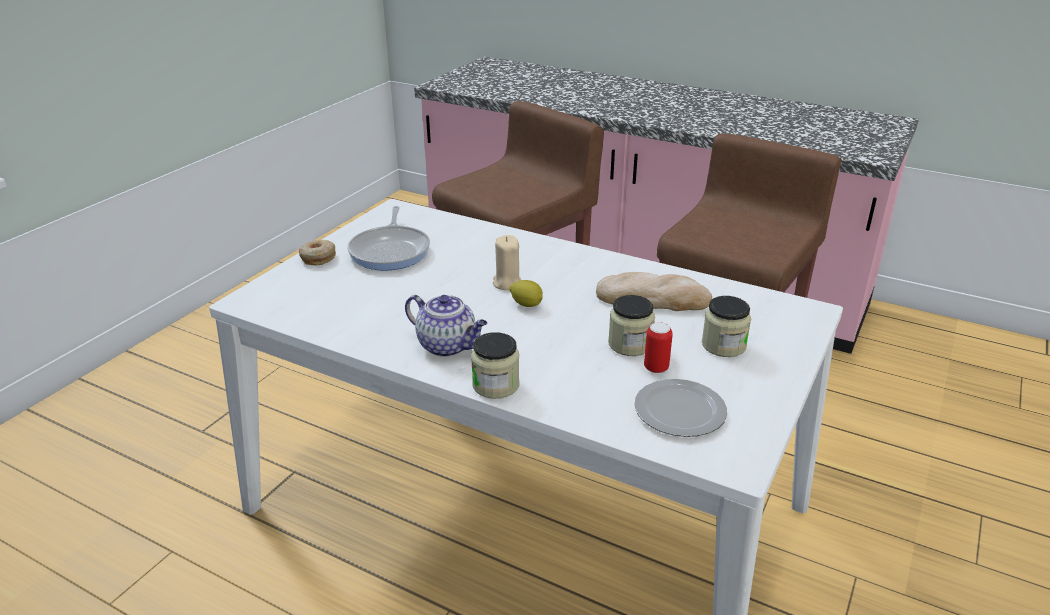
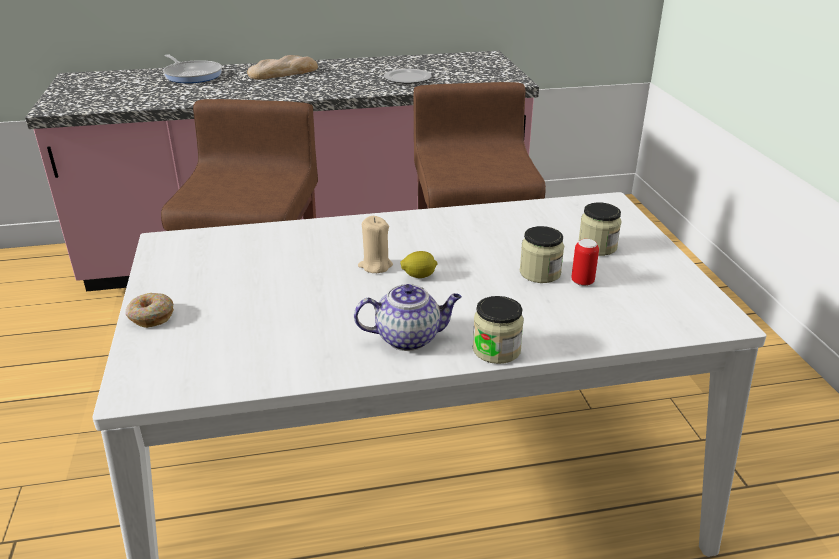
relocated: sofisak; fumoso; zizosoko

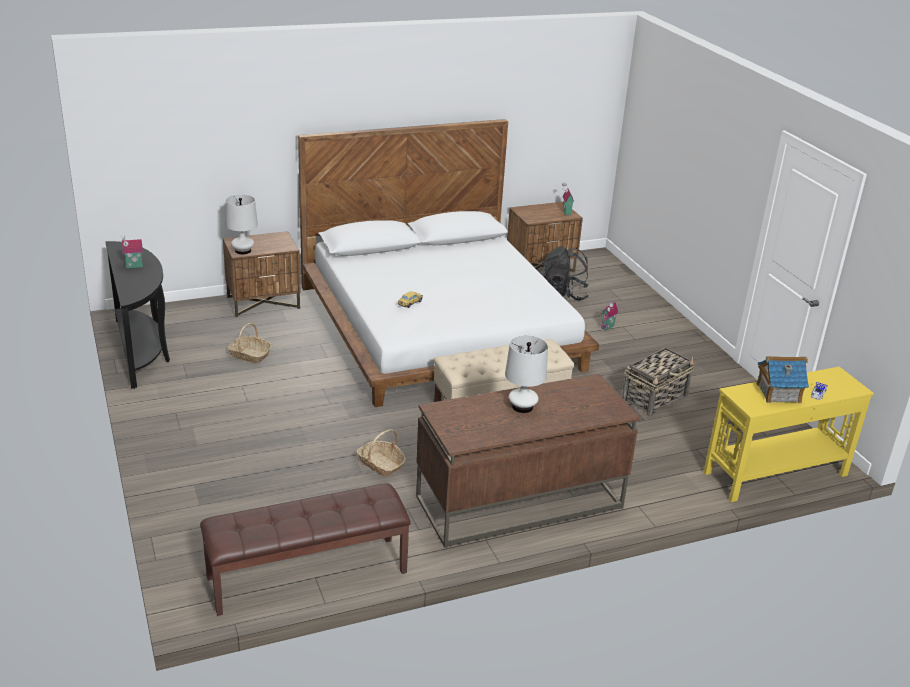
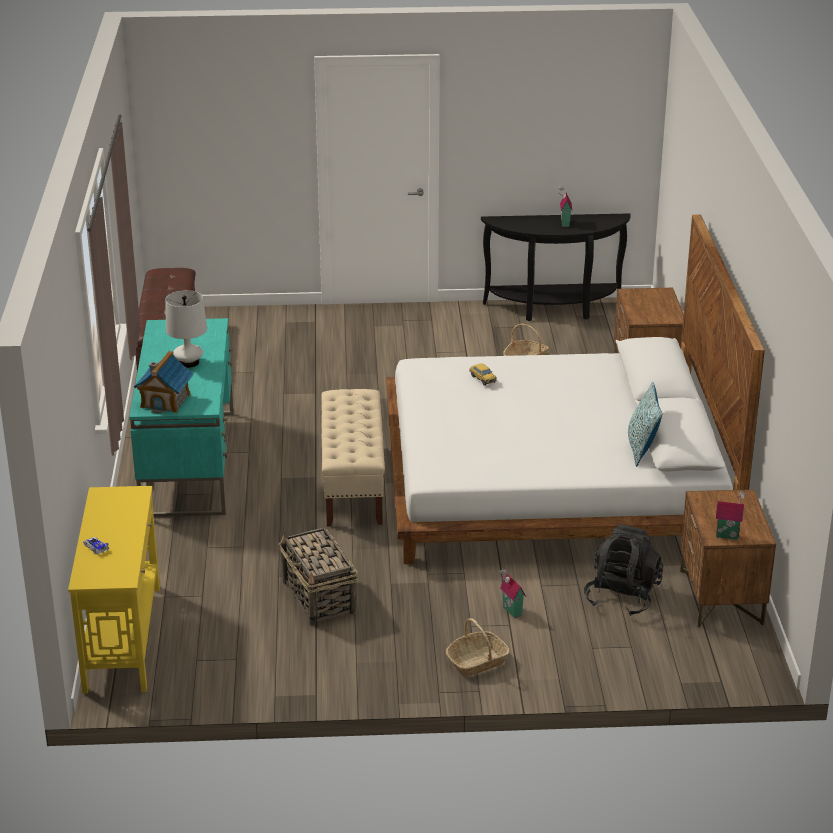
missing: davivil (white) (no. 1 from left)
appeared: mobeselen
relocated: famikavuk (no. 2 from left); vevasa (no. 4 from left in the first image) to vevasa (no. 1 from left)
colour: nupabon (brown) to nupabon (turquoise)

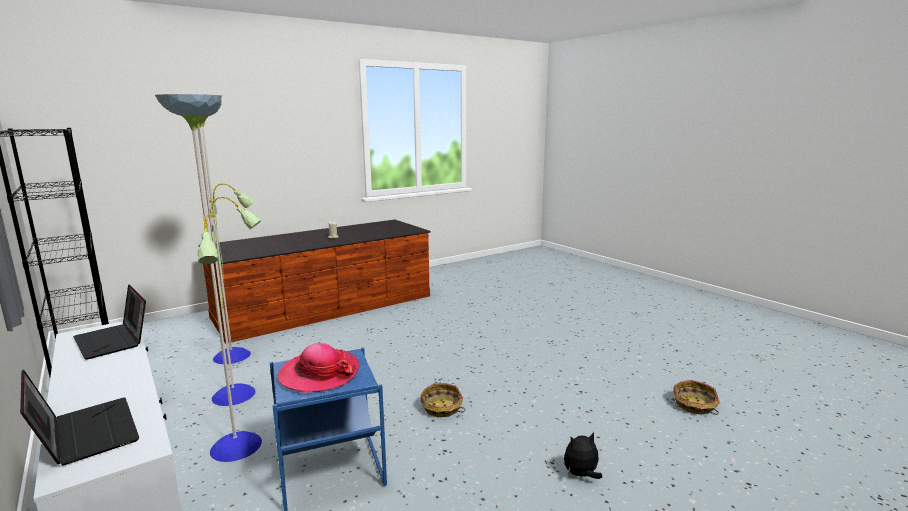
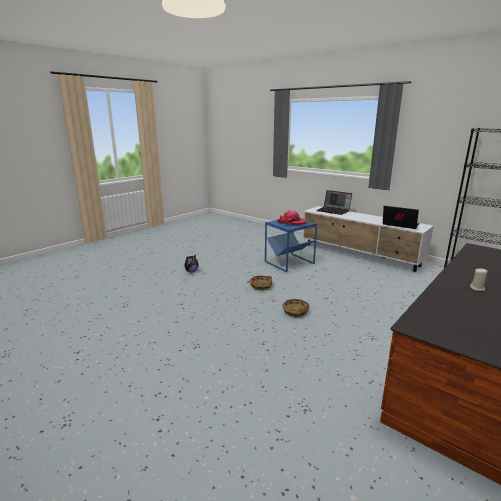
missing: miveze
relocated: famikavuk (no. 2 from left)

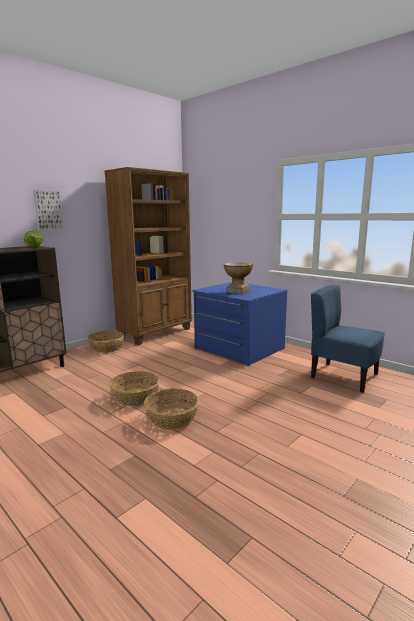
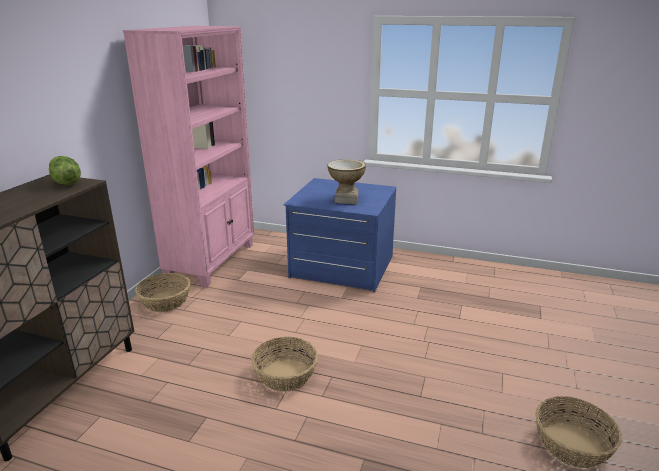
missing: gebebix; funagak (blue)
relocated: famikavuk (no. 3 from left)
colour: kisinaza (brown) to kisinaza (pink)

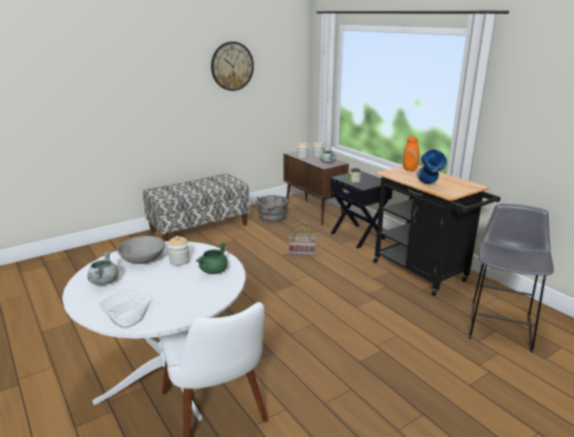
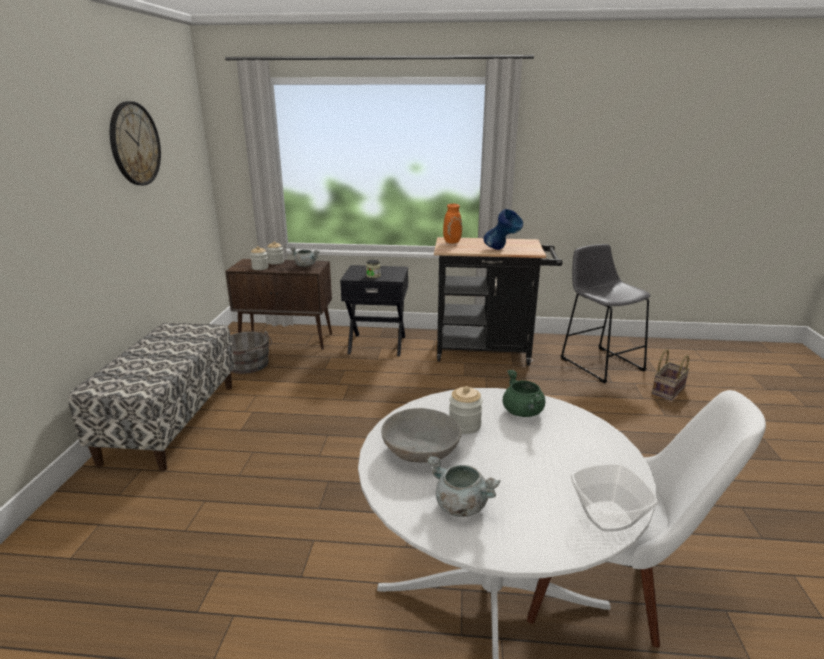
relocated: famikavuk

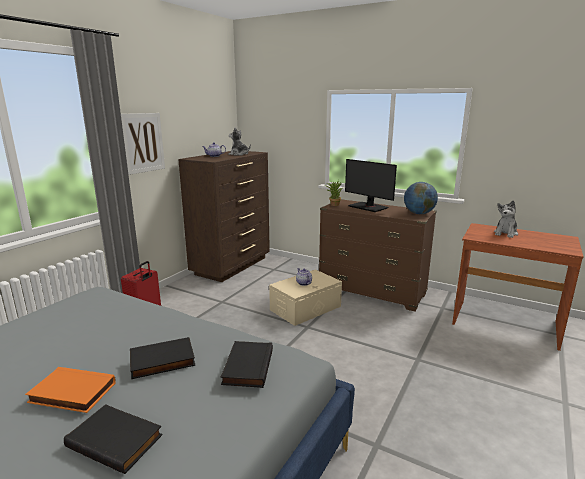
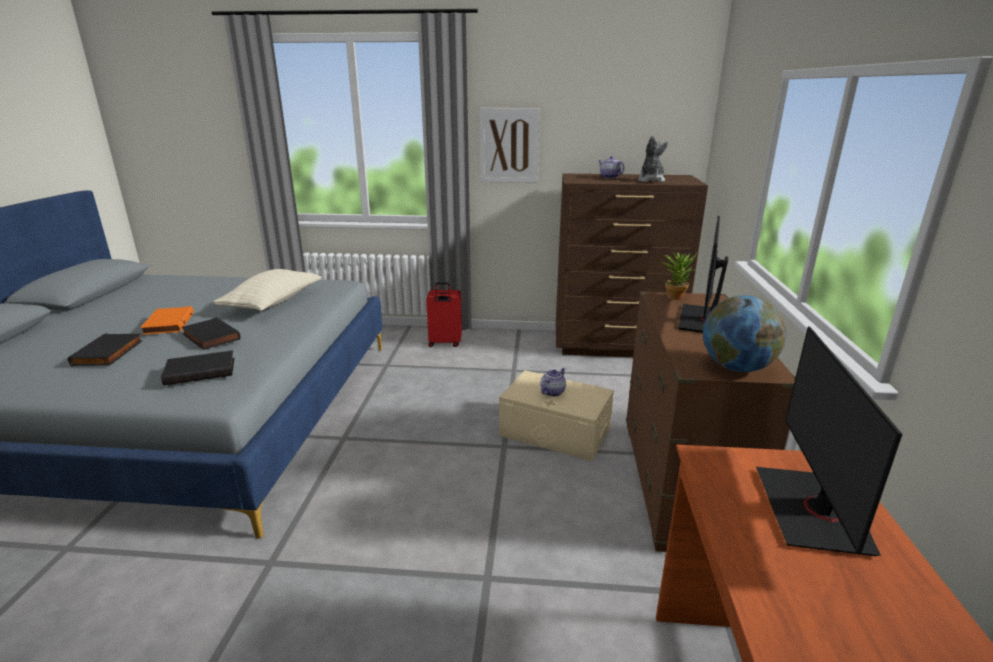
appeared: mobeselen (beige)
exchanged: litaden (no. 2 from left) to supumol (no. 2 from left)

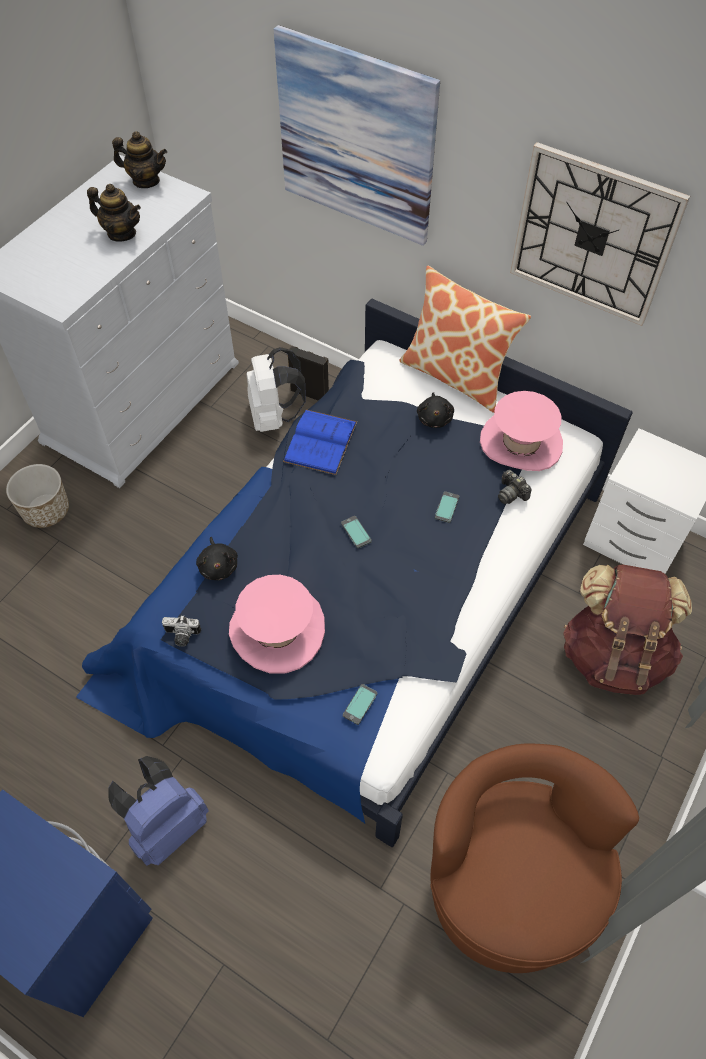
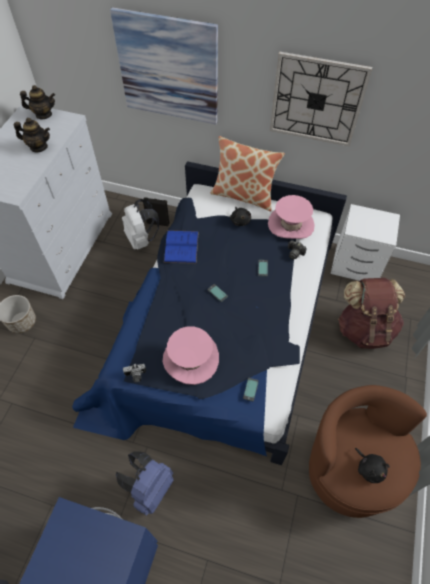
relocated: litaden (black) (no. 1 from left in the first image) to litaden (black) (no. 2 from left)

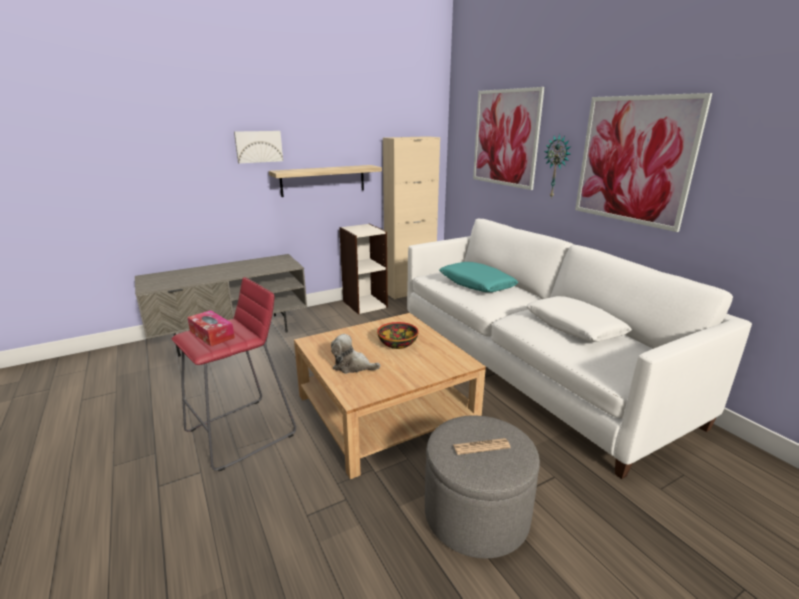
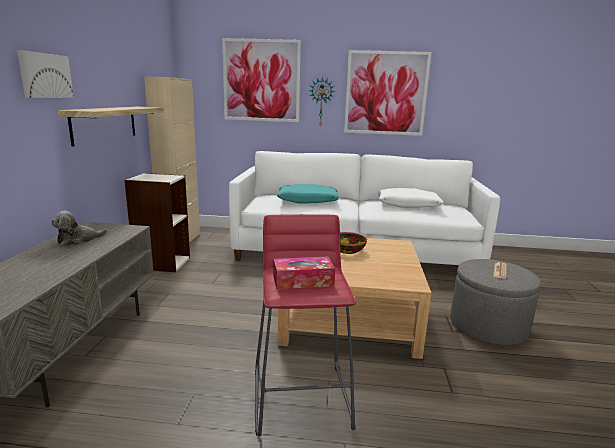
relocated: litaden

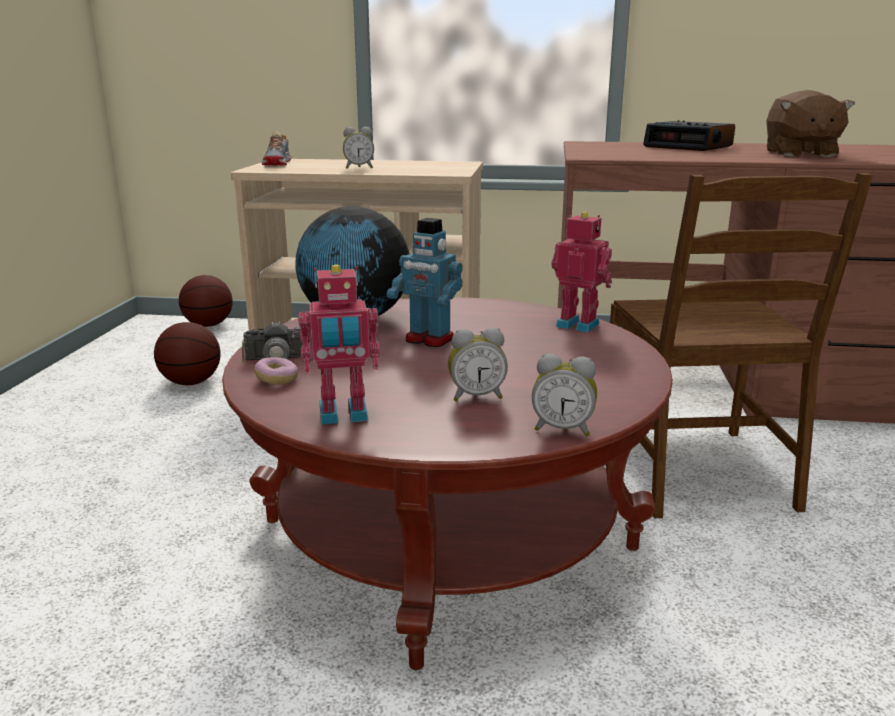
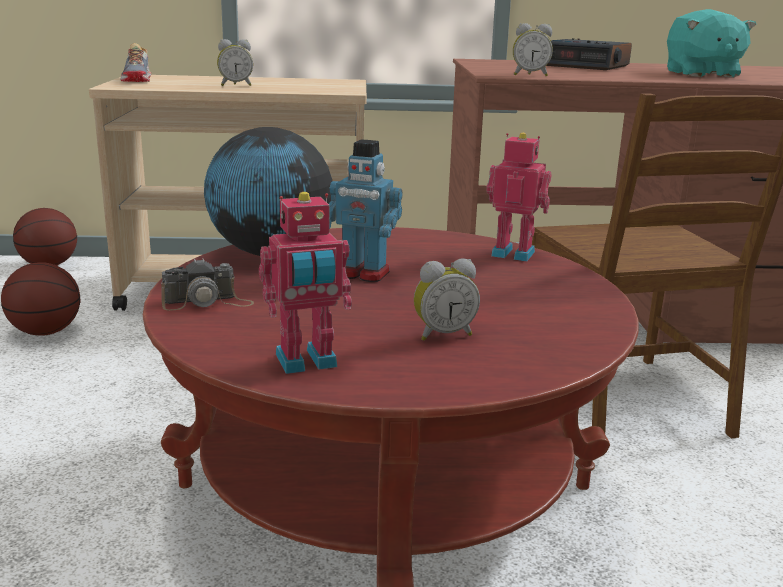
missing: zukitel
relocated: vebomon (no. 3 from left)
colour: litaden (brown) to litaden (turquoise)

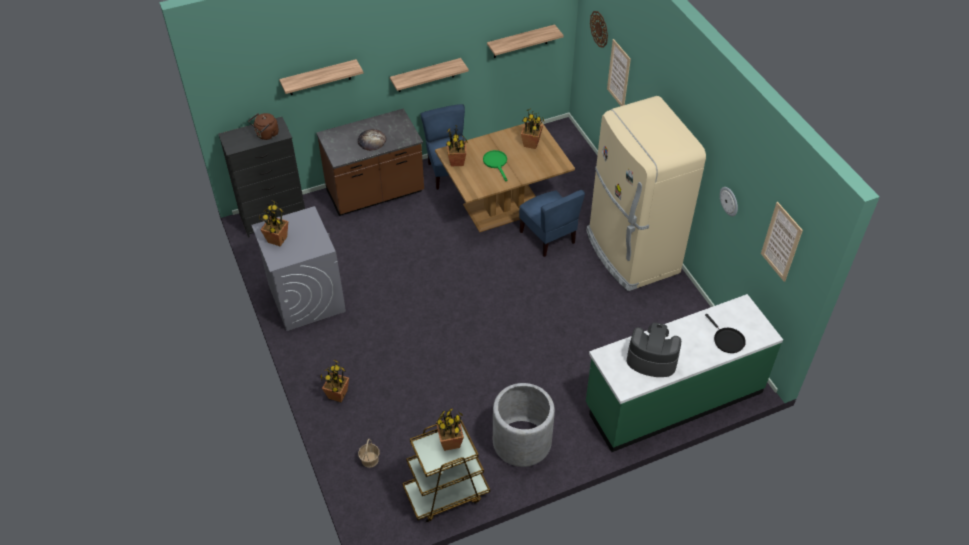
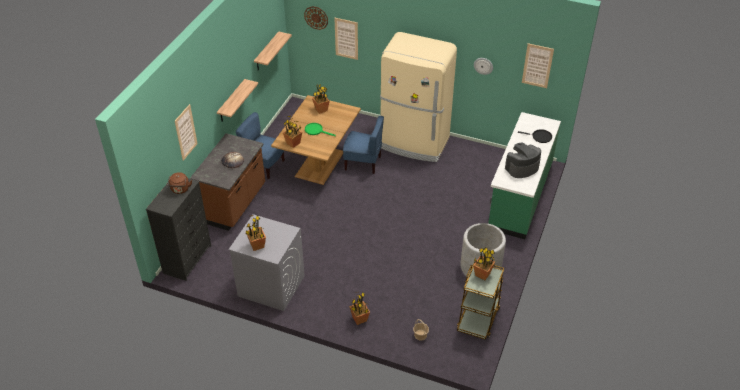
exchanged: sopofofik (no. 1 from left) to gebebix (no. 1 from left)

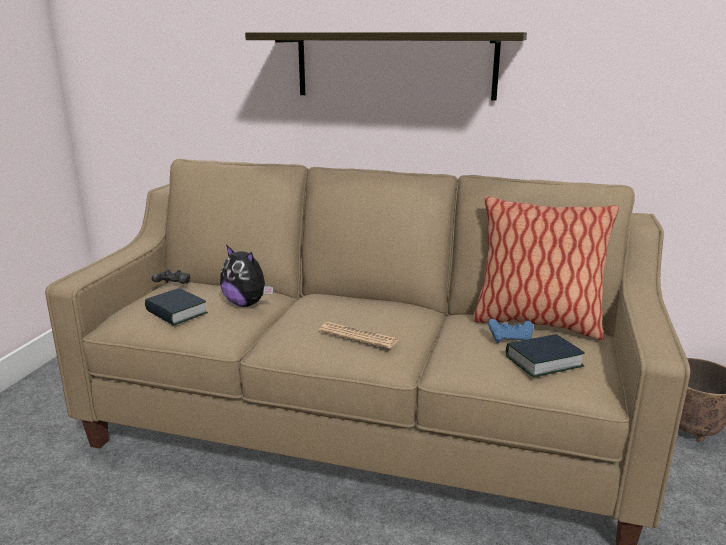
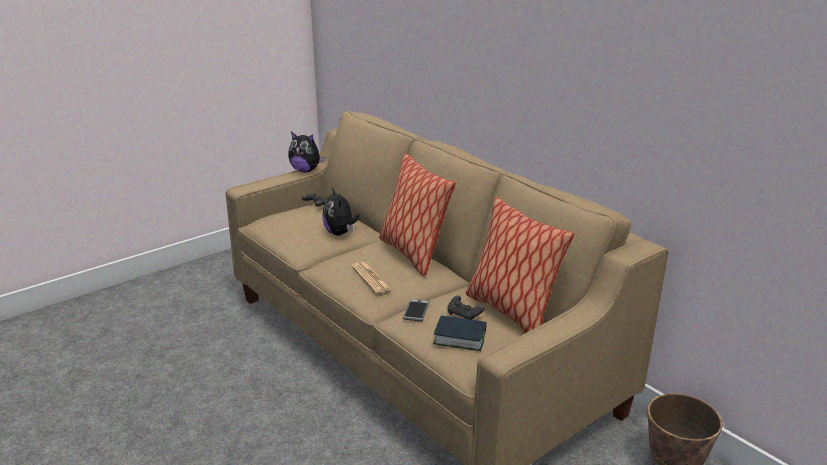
missing: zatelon (no. 1 from left); sopofofik
appeared: litaden (no. 1 from left); mobeselen (no. 1 from left); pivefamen
colour: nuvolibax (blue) to nuvolibax (black) (no. 2 from left)

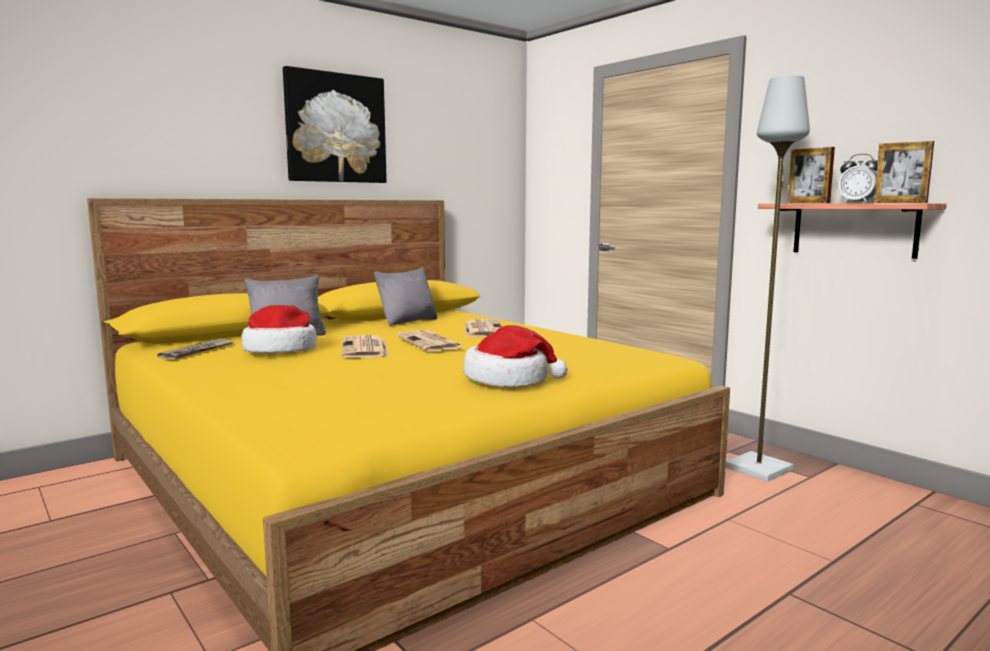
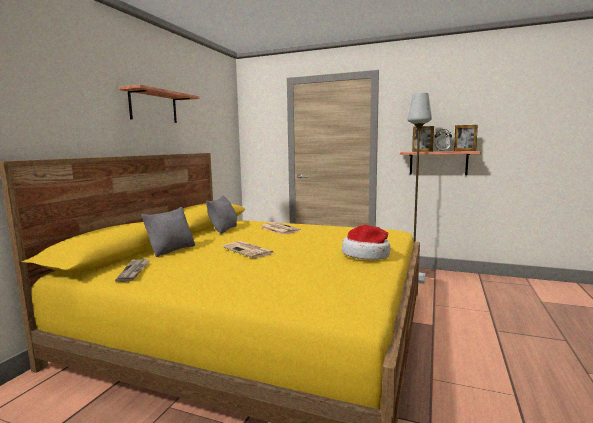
missing: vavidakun (no. 1 from left); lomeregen (no. 3 from left)
exchanged: gebebix to sopofofik (no. 1 from left)

